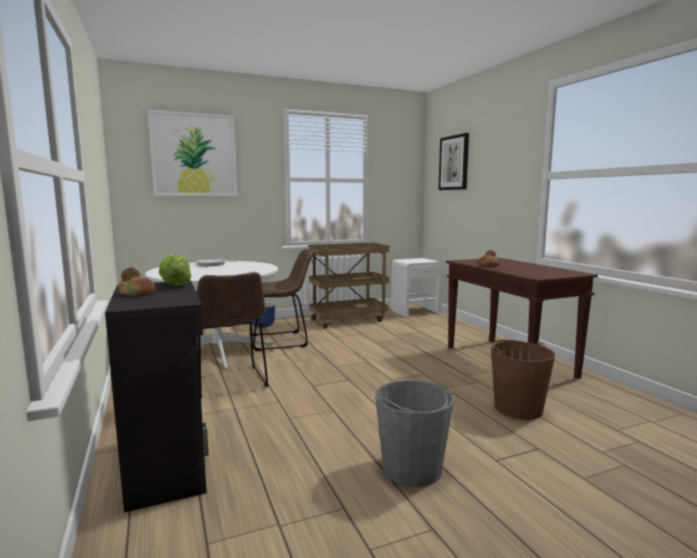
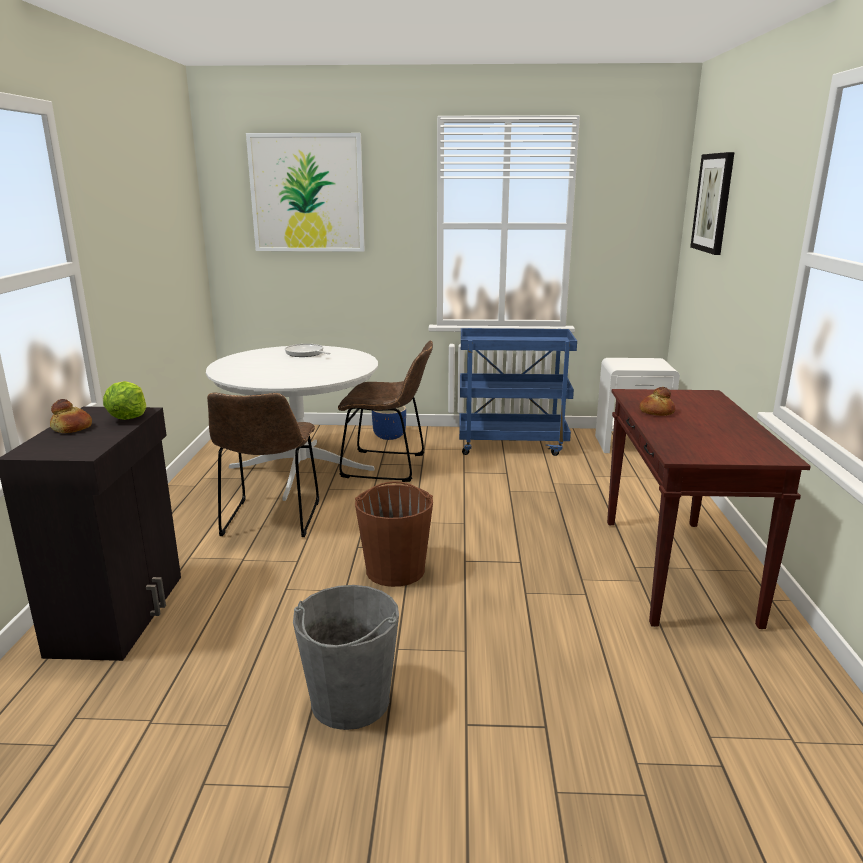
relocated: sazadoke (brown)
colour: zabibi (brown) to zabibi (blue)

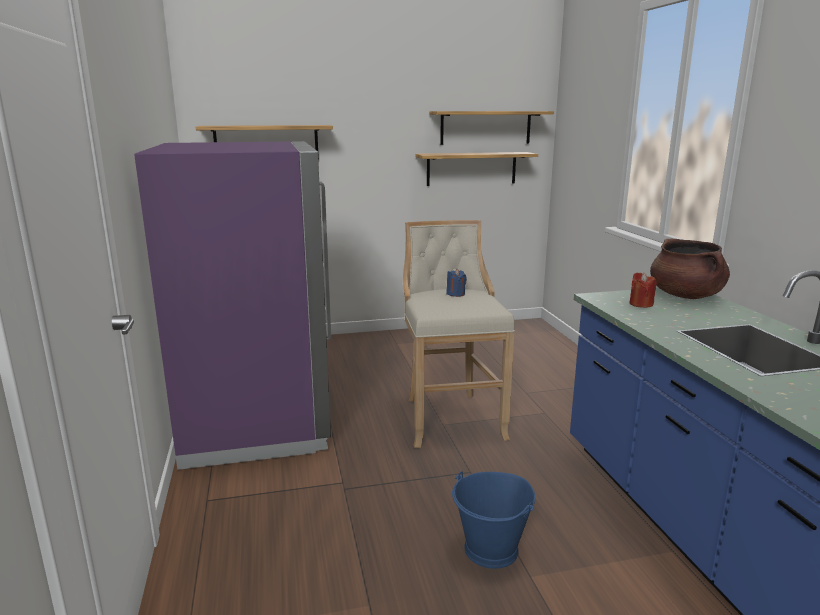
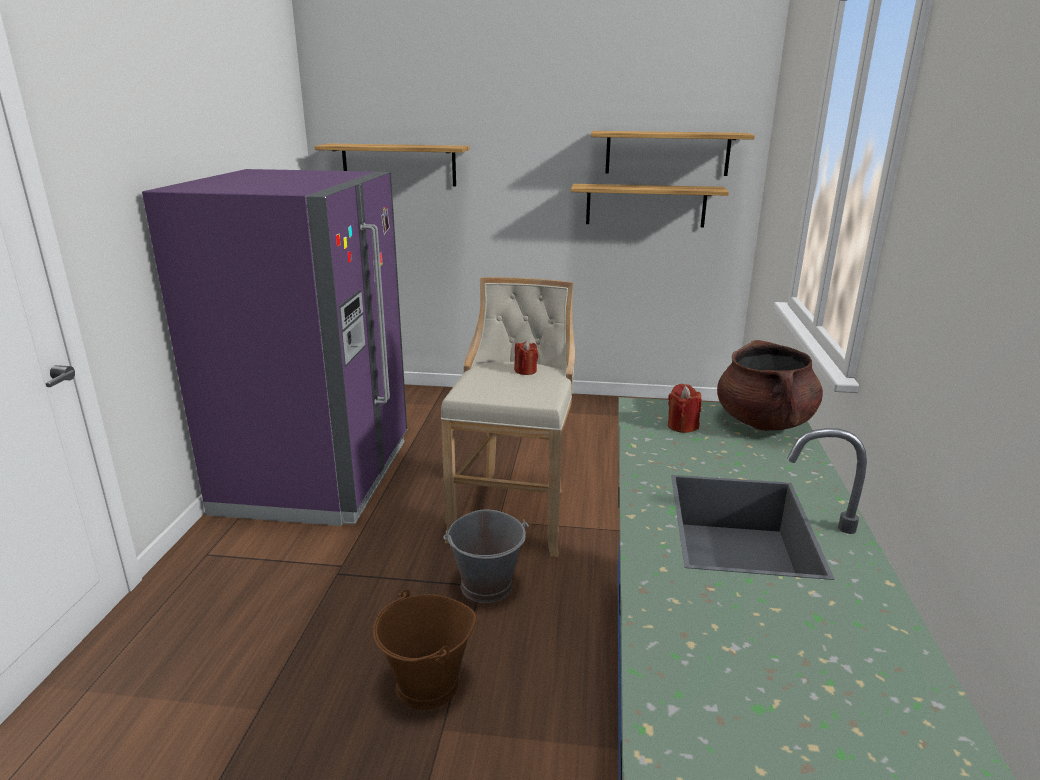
appeared: sazadoke (grey)
colour: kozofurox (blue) to kozofurox (red) (no. 1 from left); sazadoke (blue) to sazadoke (brown)

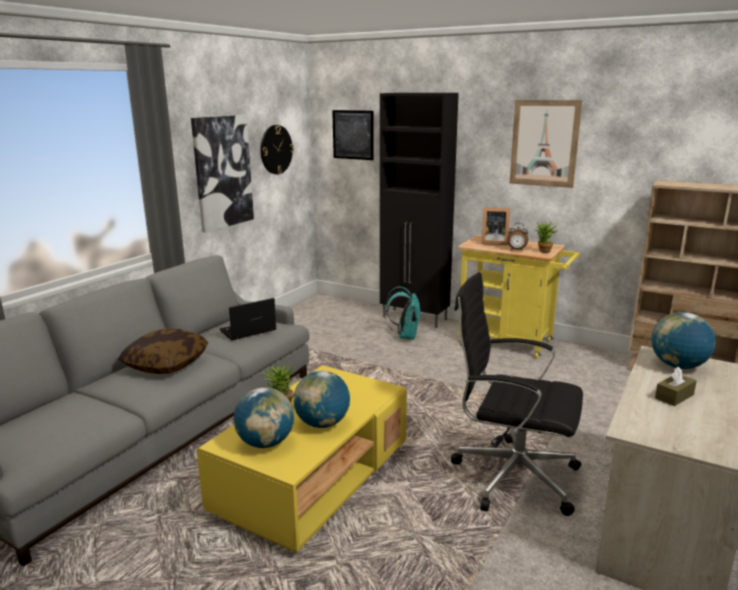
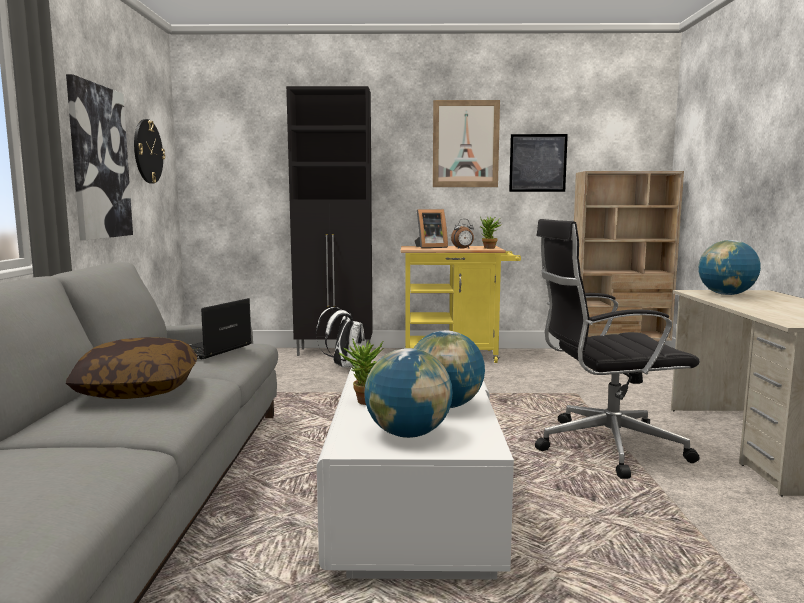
missing: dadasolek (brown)
relocated: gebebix (no. 2 from left in the first image) to gebebix (no. 3 from left)
colour: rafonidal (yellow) to rafonidal (white); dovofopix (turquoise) to dovofopix (white)

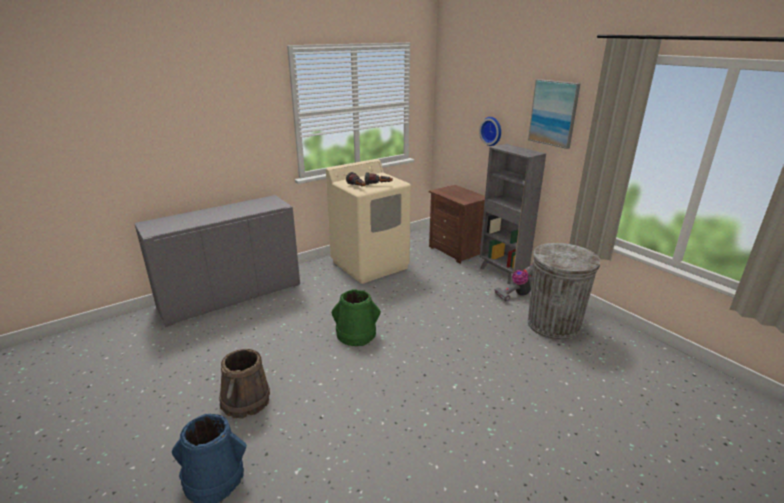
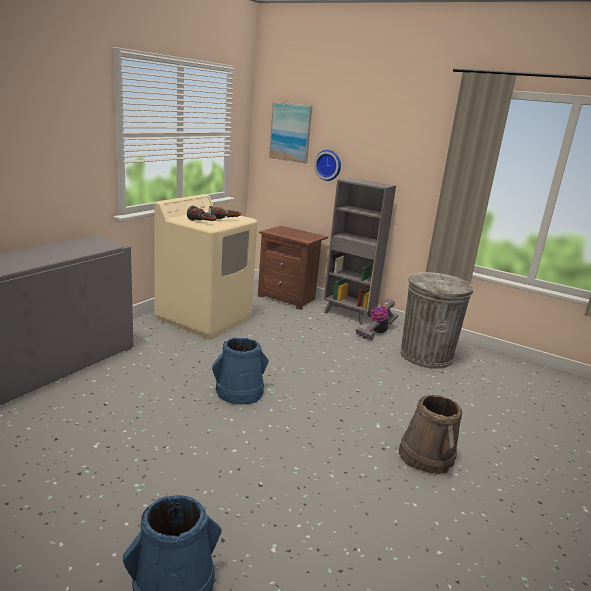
relocated: sazadoke (brown); gebebix
colour: sazadoke (green) to sazadoke (blue) (no. 2 from left)

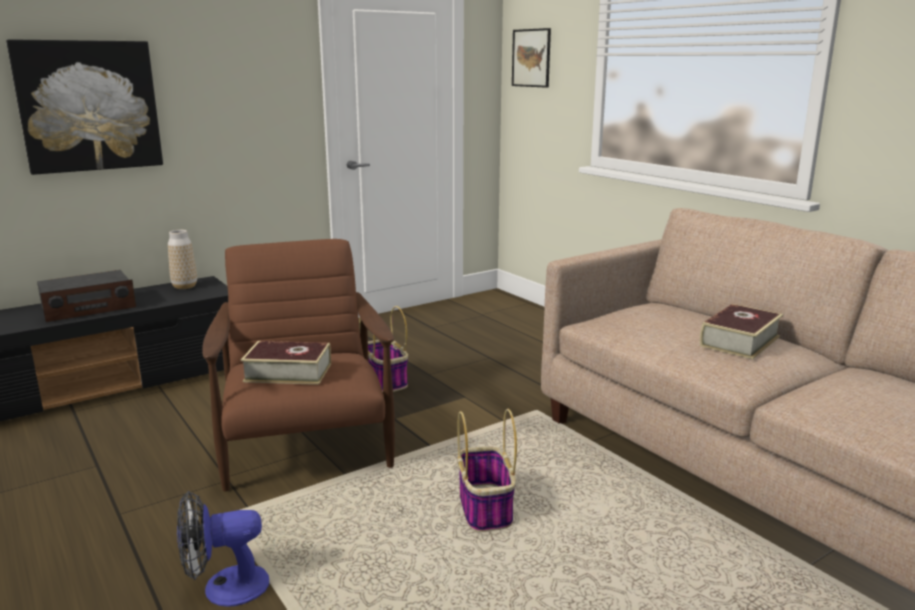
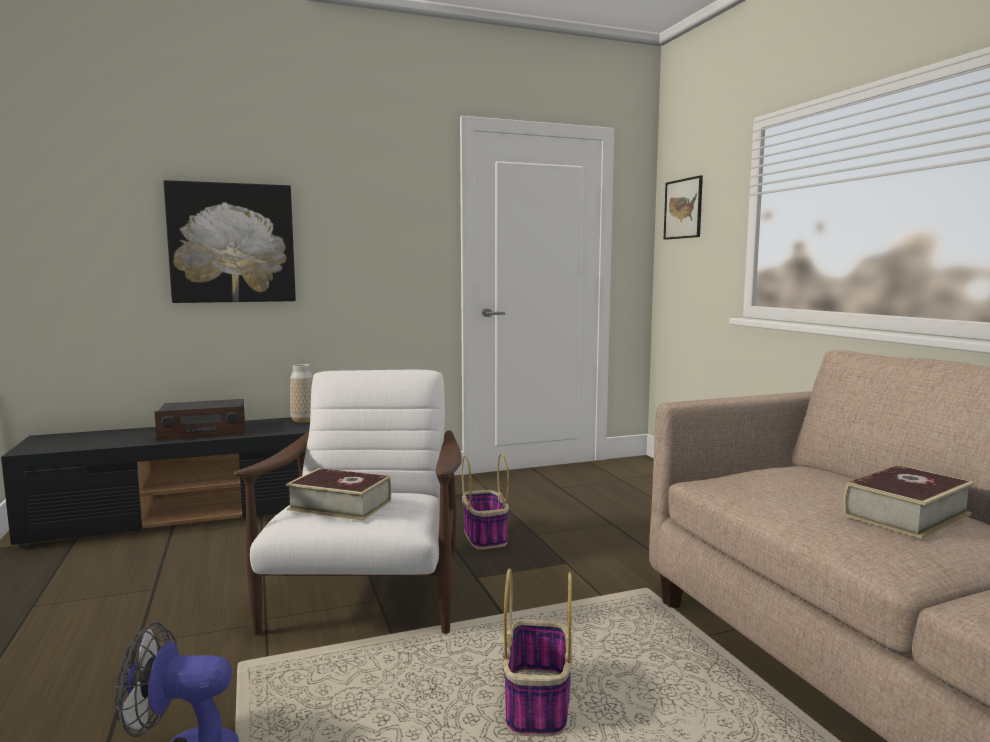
colour: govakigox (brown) to govakigox (white)

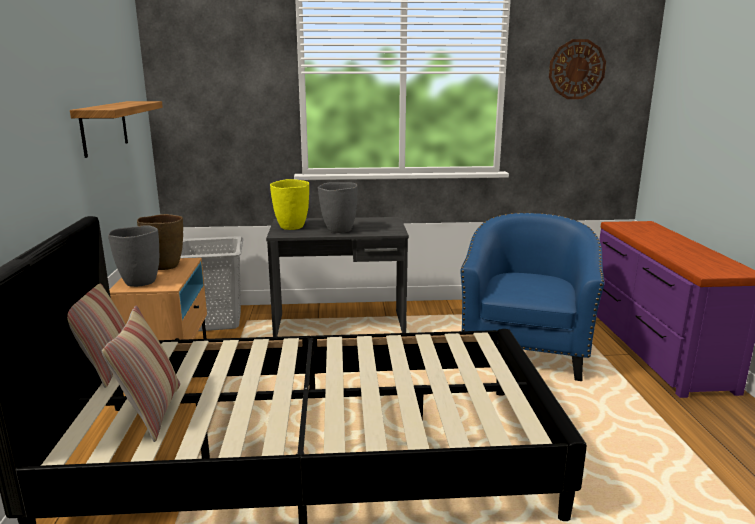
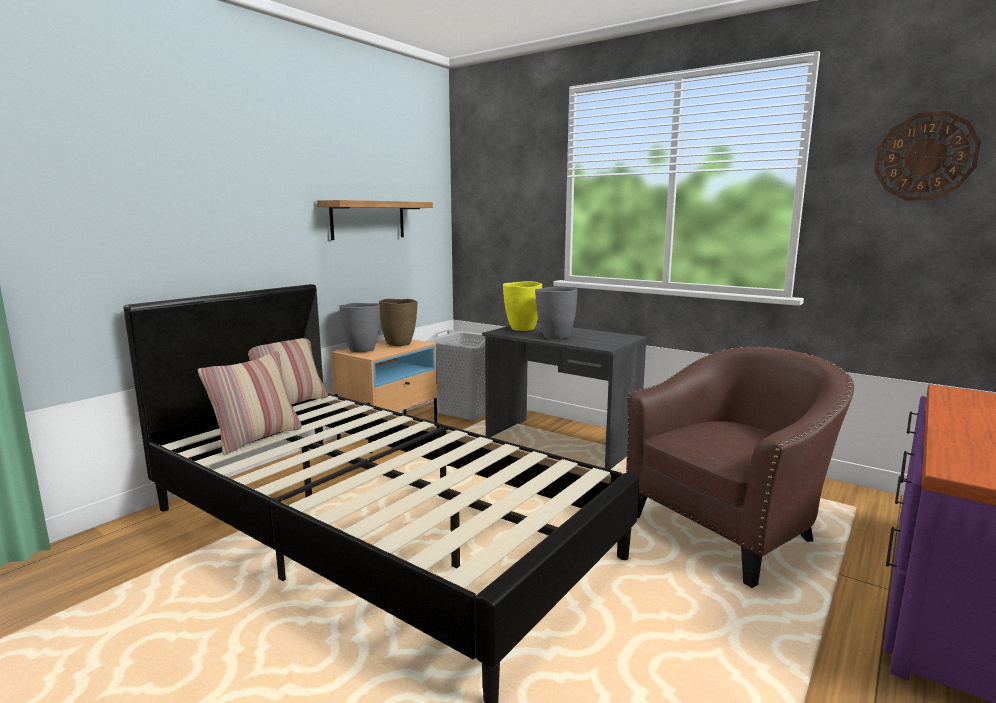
colour: govakigox (blue) to govakigox (brown)

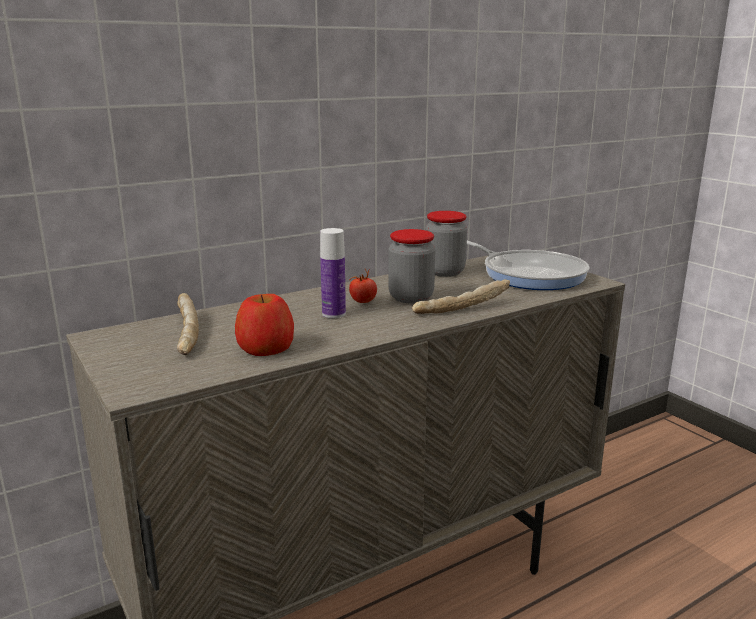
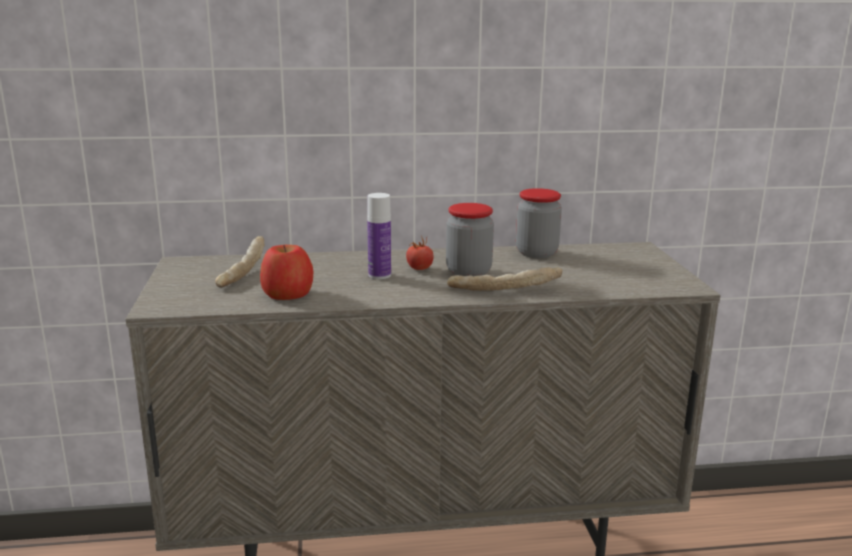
missing: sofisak

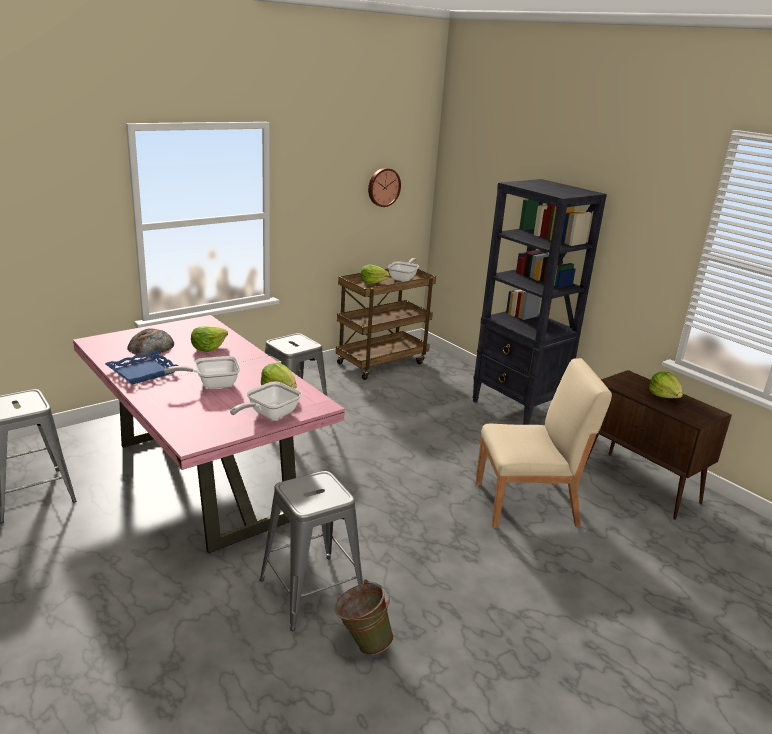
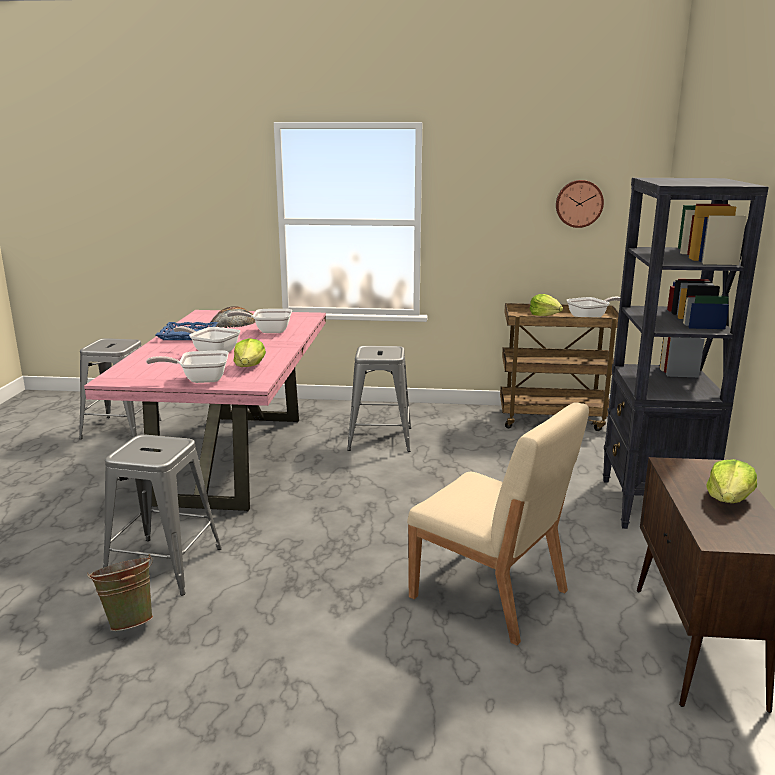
exchanged: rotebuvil (no. 1 from left) to sofisak (no. 3 from left)

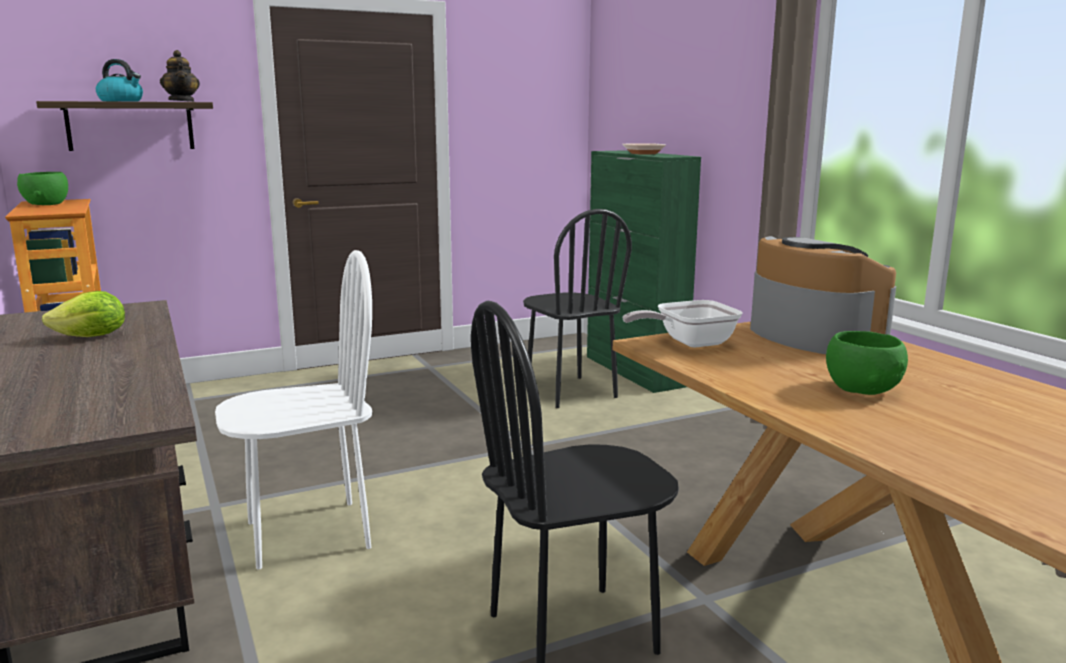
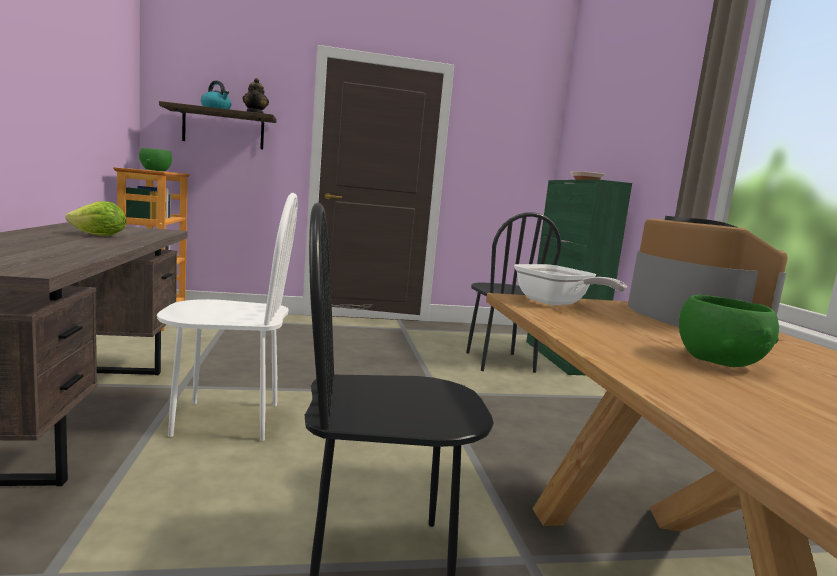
spun: sofisak 120 degrees counterclockwise

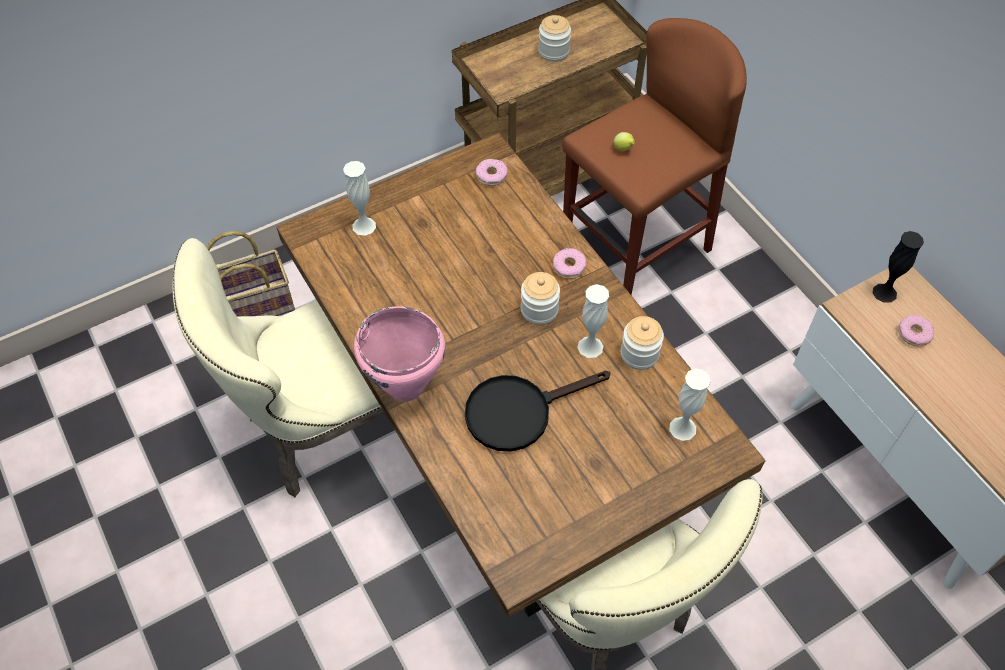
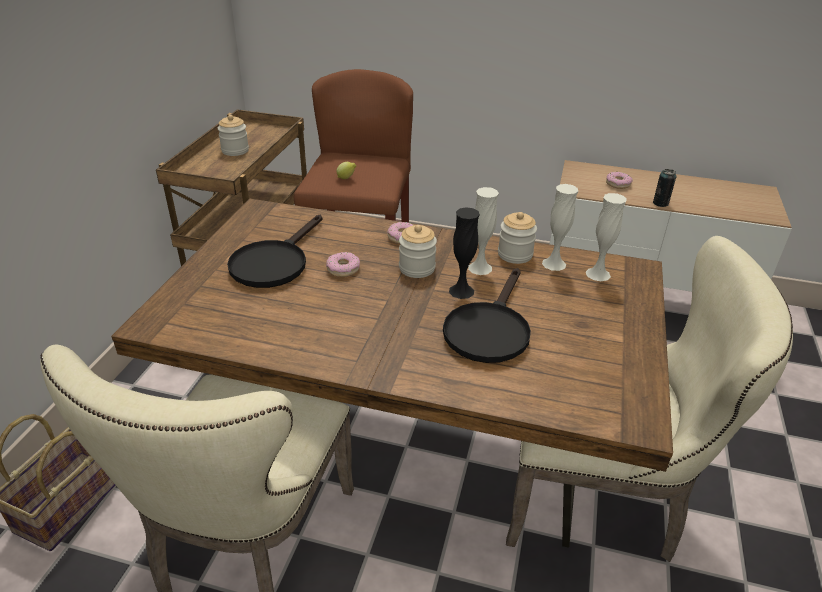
missing: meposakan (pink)
appeared: sofisak (black) (no. 1 from left); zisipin
relocated: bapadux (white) (no. 1 from left in the first image) to bapadux (white) (no. 2 from left); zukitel (no. 1 from left); bapadux (black)

